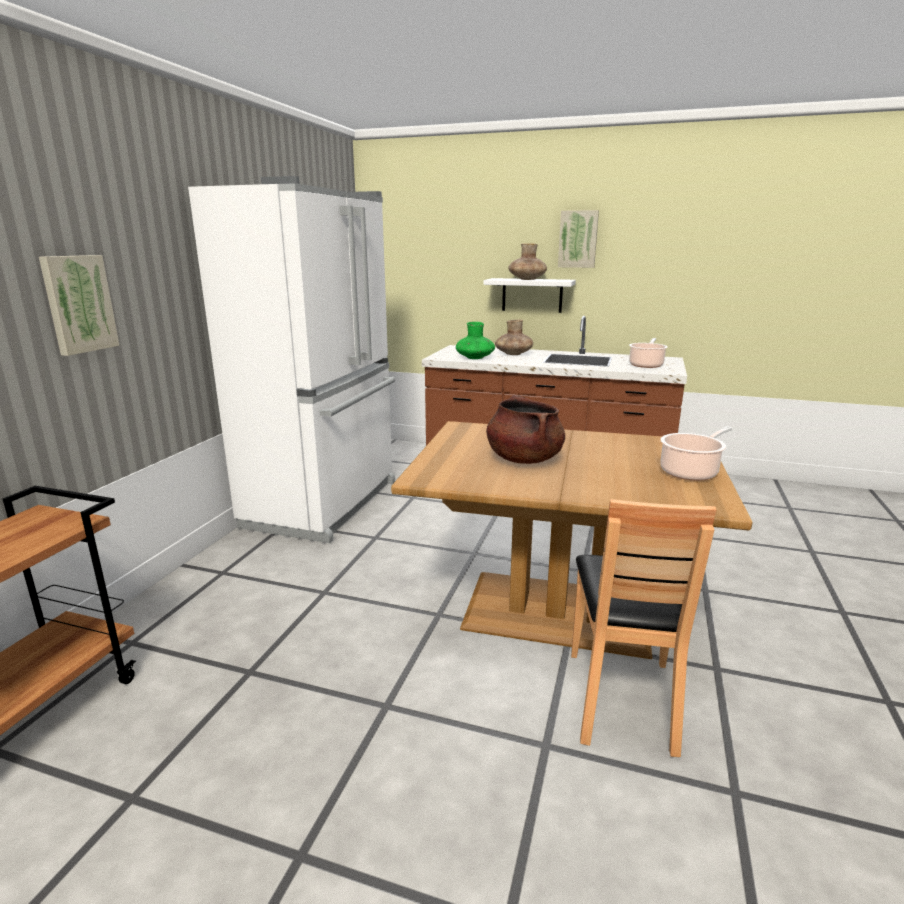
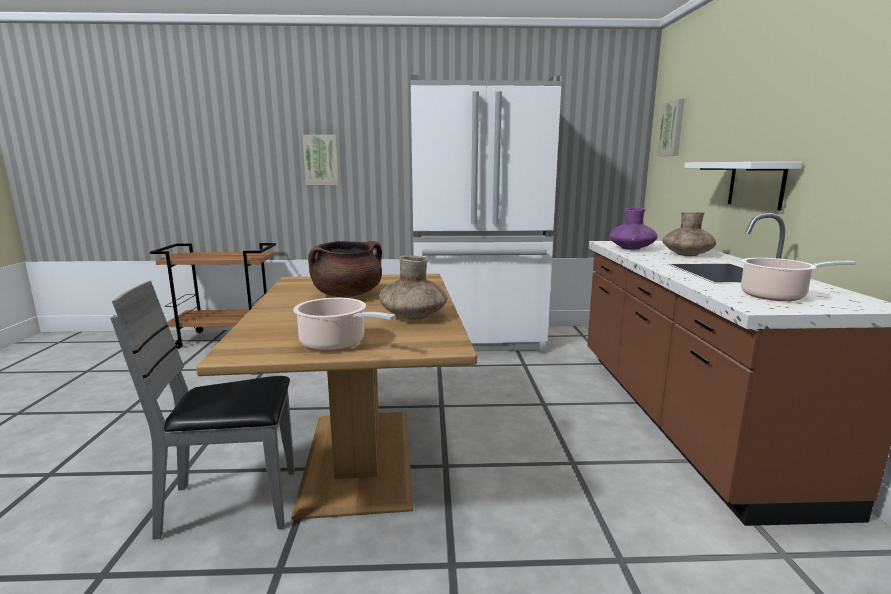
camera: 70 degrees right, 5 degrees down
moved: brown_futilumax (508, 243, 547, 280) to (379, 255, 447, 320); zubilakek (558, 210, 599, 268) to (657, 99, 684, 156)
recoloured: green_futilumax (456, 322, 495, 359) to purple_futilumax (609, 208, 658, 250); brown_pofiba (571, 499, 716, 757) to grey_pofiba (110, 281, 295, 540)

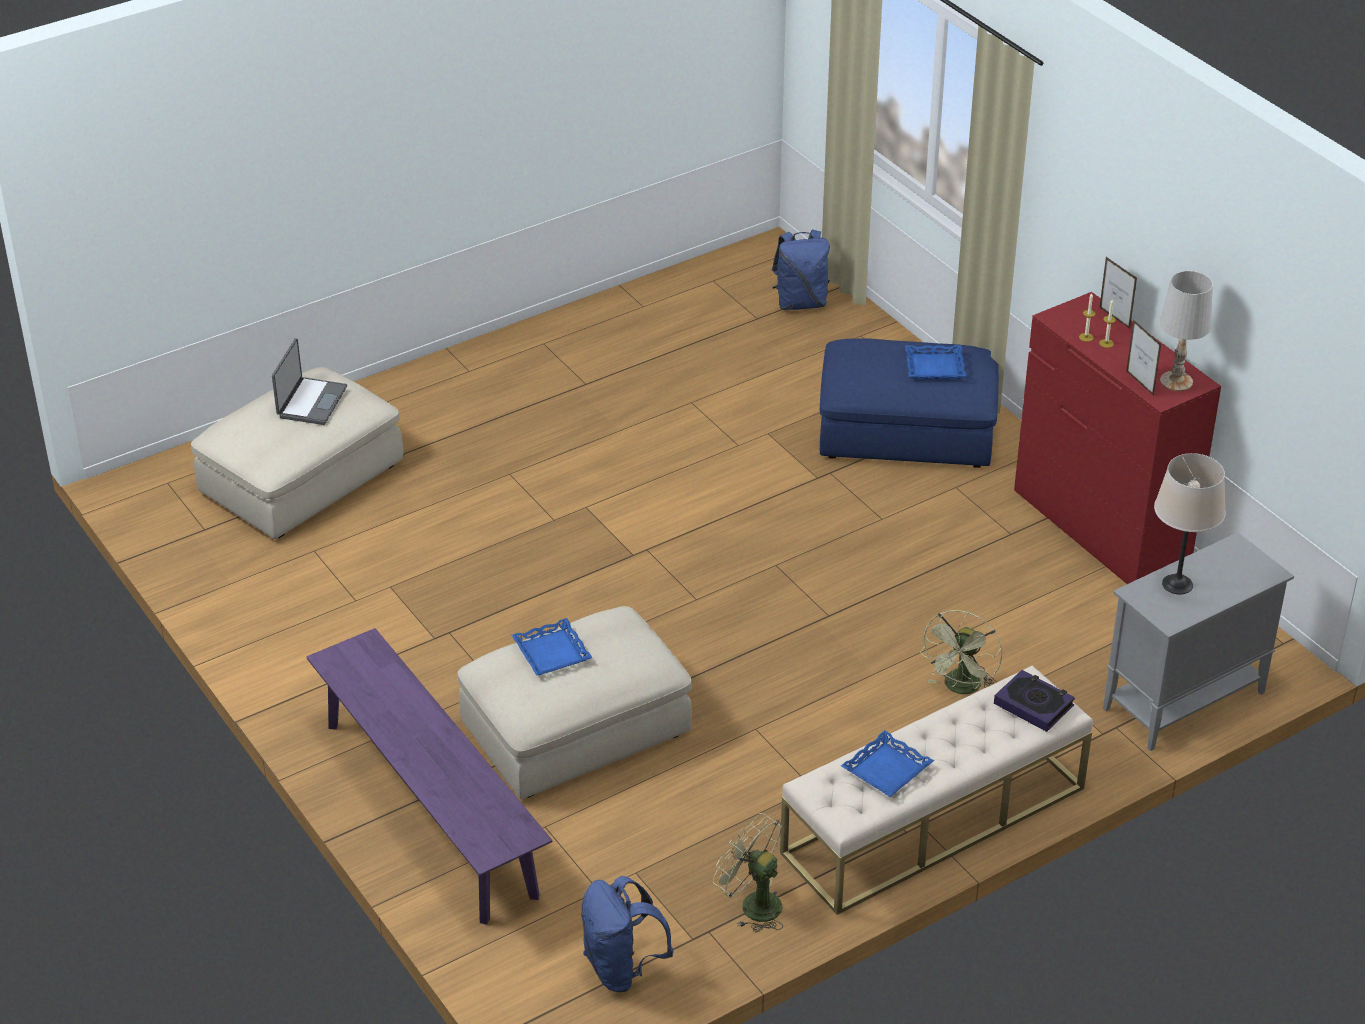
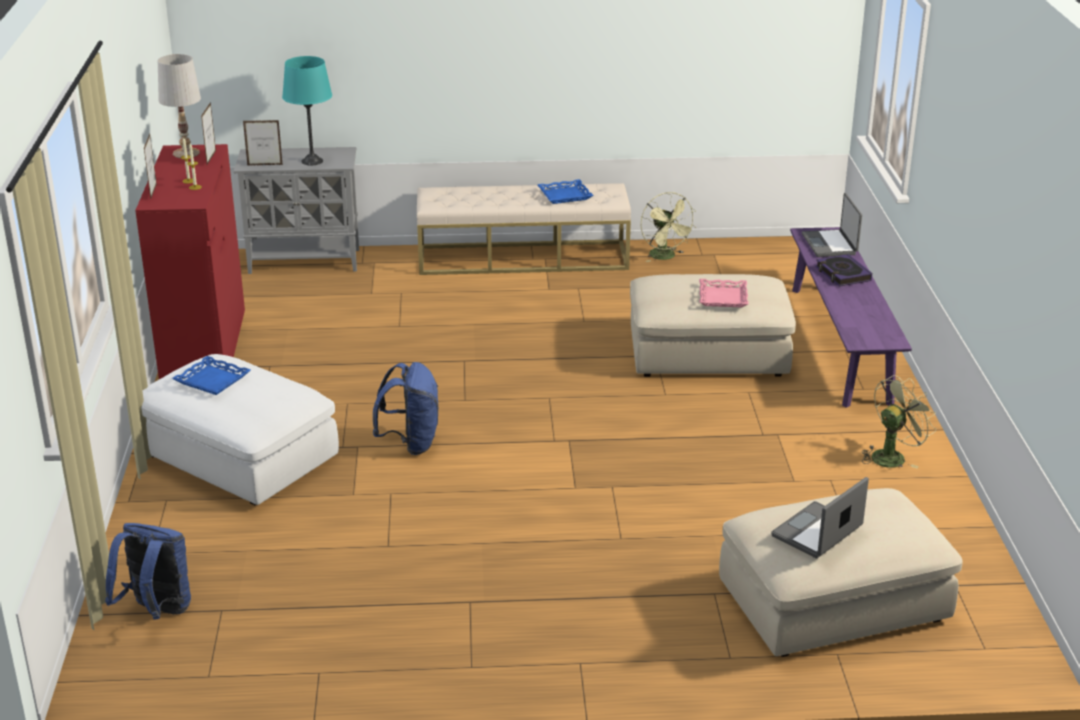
camera: 150 degrees left, 10 degrees down
added: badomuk (243, 120, 283, 166); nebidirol (802, 193, 862, 257)
moved: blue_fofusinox (581, 876, 673, 992) to (373, 362, 438, 455); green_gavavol (920, 610, 1002, 694) to (862, 375, 936, 468); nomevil (994, 670, 1075, 732) to (816, 254, 872, 286)
recoloured: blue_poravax (511, 618, 593, 676) to pink_poravax (699, 279, 749, 308); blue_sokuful (820, 338, 999, 468) to white_sokuful (141, 354, 339, 505); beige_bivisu (1154, 453, 1226, 594) to turquoise_bivisu (282, 56, 332, 165)

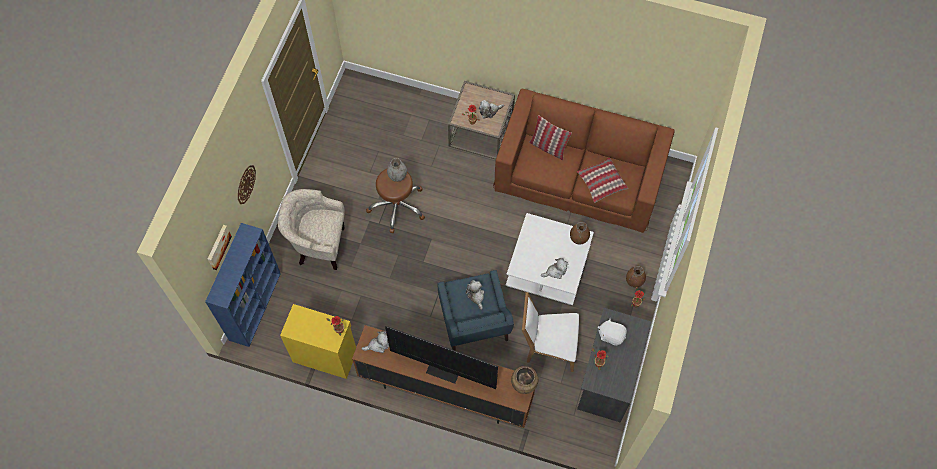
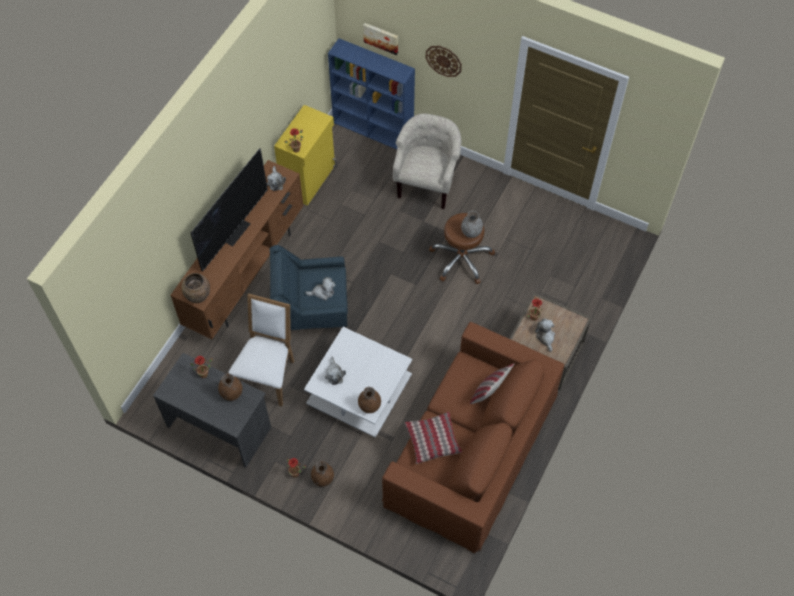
camera: 100 degrees right, 5 degrees down
replaced: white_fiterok (598, 319, 627, 346) to brown_futilumax (218, 373, 242, 401)

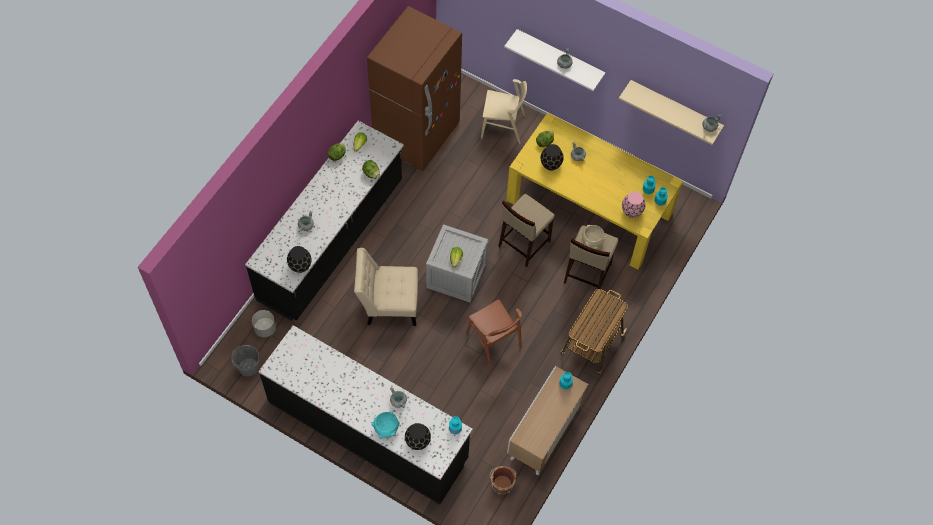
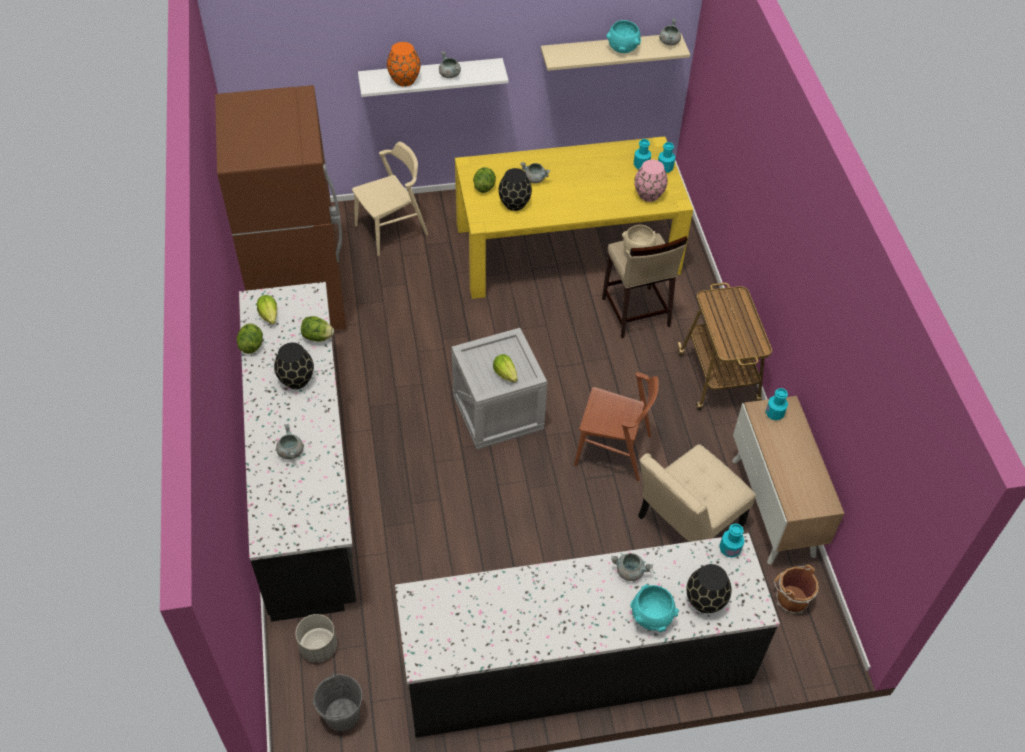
camera: 40 degrees left, 10 degrees down
removed: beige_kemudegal (498, 194, 555, 267)
added: orange_futilumax (387, 42, 420, 86); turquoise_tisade (606, 20, 641, 53)
moved: black_futilumax (287, 246, 311, 273) to (274, 343, 314, 389); beige_pofiba (354, 248, 418, 326) to (638, 444, 756, 542)

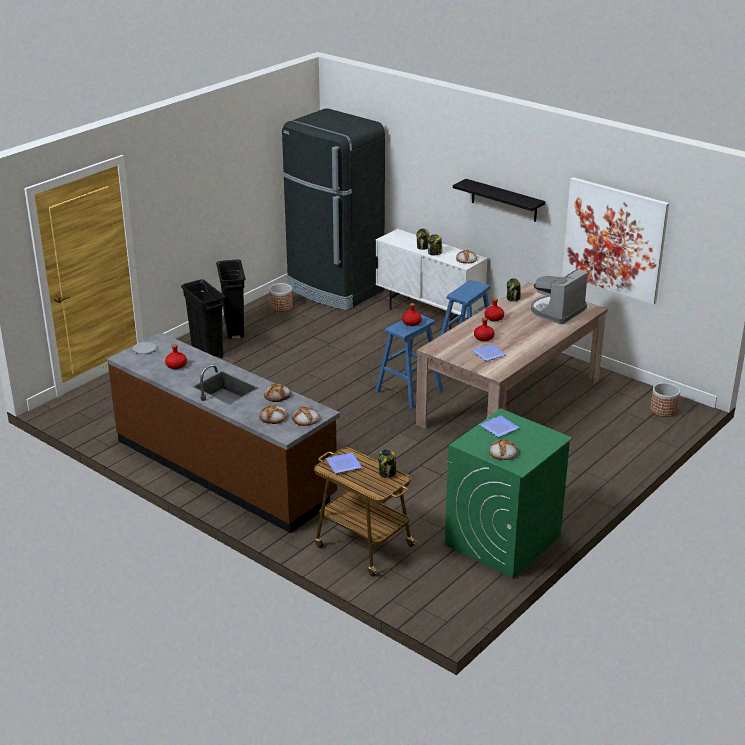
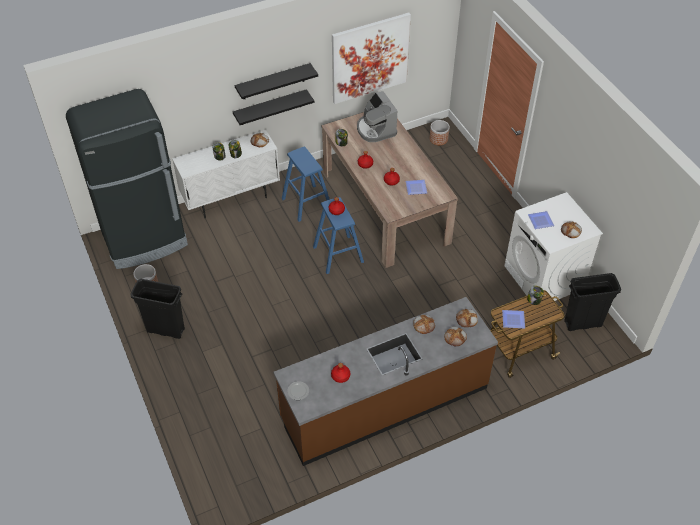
camera: 65 degrees left, 20 degrees up
added: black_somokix (233, 89, 314, 125)
moved: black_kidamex (181, 280, 225, 359) to (564, 273, 621, 331)
recoloured: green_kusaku (445, 409, 573, 578) to white_kusaku (504, 192, 603, 301)

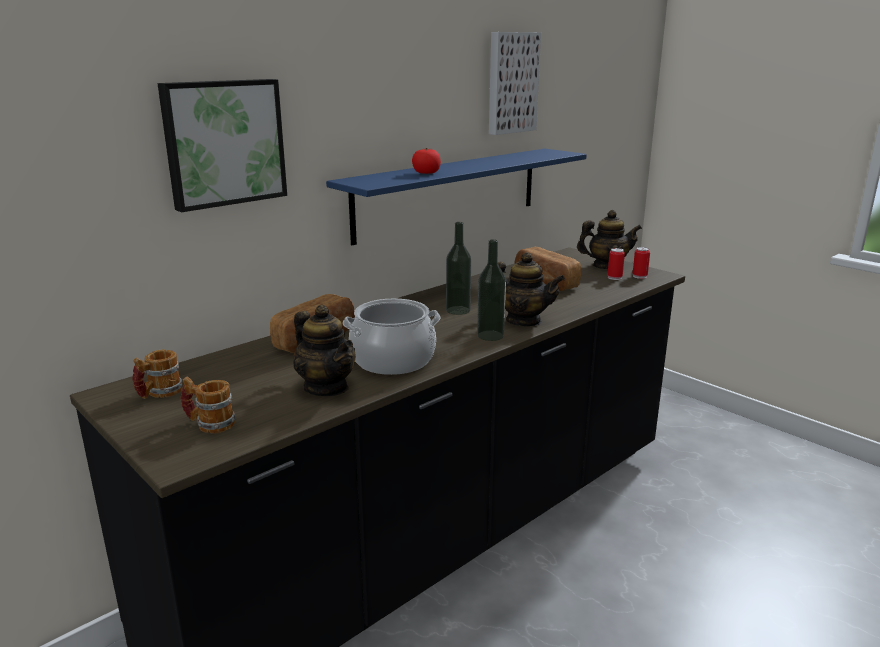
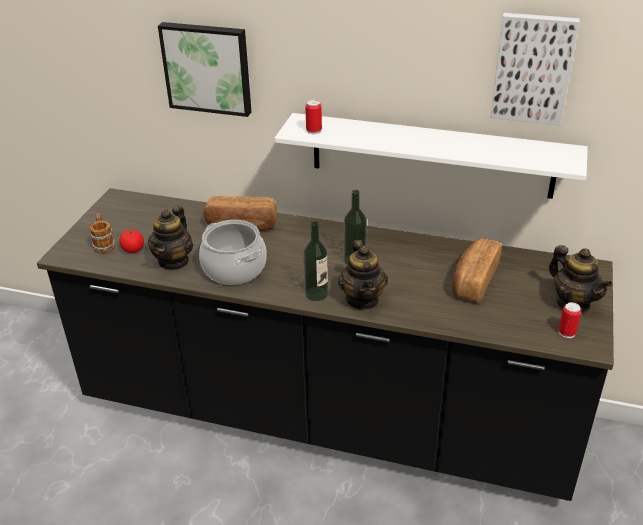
camera: 60 degrees right, 15 degrees up
removed: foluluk (133, 349, 182, 399)
moved: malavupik (412, 148, 441, 174) to (119, 230, 144, 253); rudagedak (608, 248, 625, 280) to (305, 100, 322, 134)
recoloured: blue_somokix (326, 149, 587, 245) to white_somokix (275, 113, 588, 199)

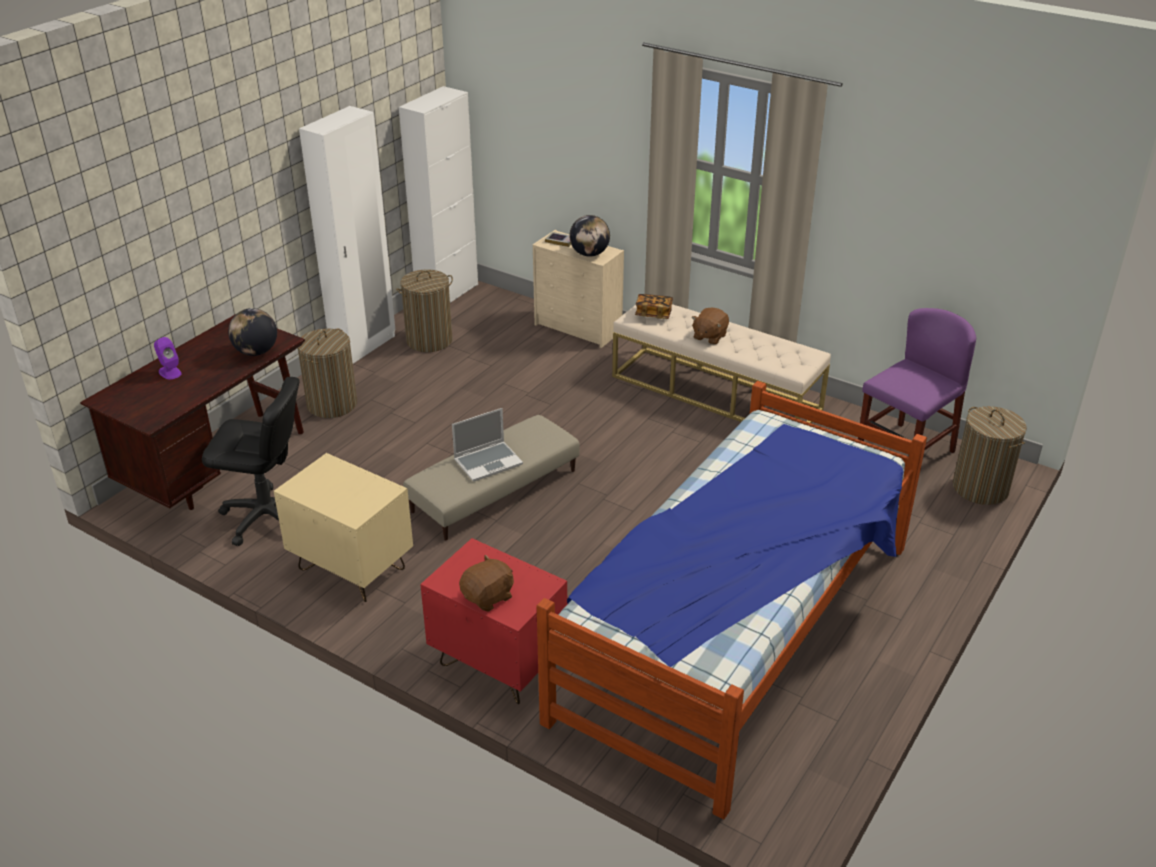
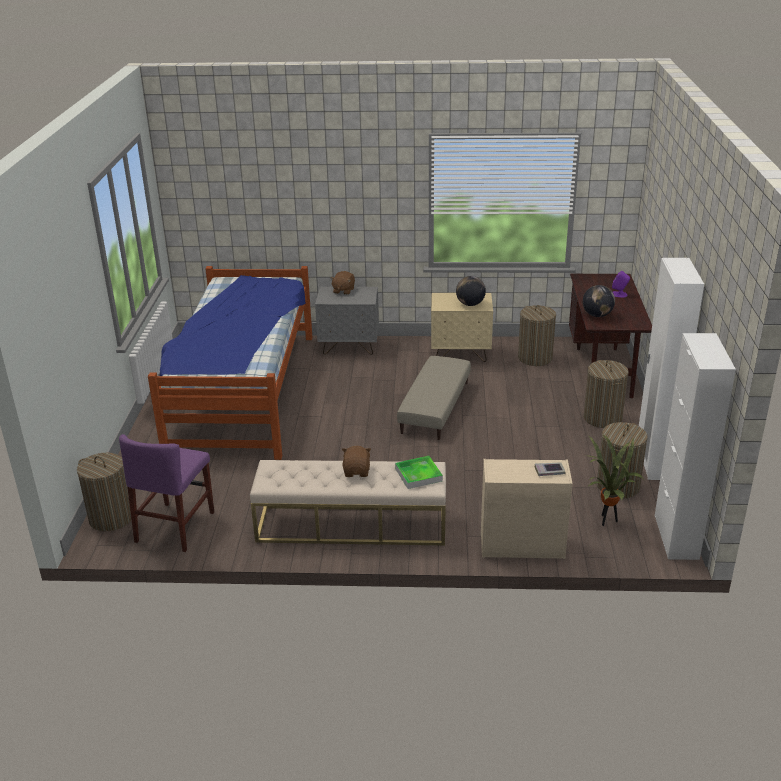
camera: 150 degrees right, 5 degrees down
removed: nebidirol (452, 408, 523, 482)
added: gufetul (589, 434, 644, 526)
moved: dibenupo (569, 215, 610, 257) to (456, 276, 486, 306)
replaced: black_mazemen (202, 377, 300, 546) to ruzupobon (518, 305, 556, 366); nomevil (635, 294, 673, 319) to poravax (395, 456, 443, 489)
recoloured: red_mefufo (420, 538, 567, 704) to grey_mefufo (315, 287, 379, 355)

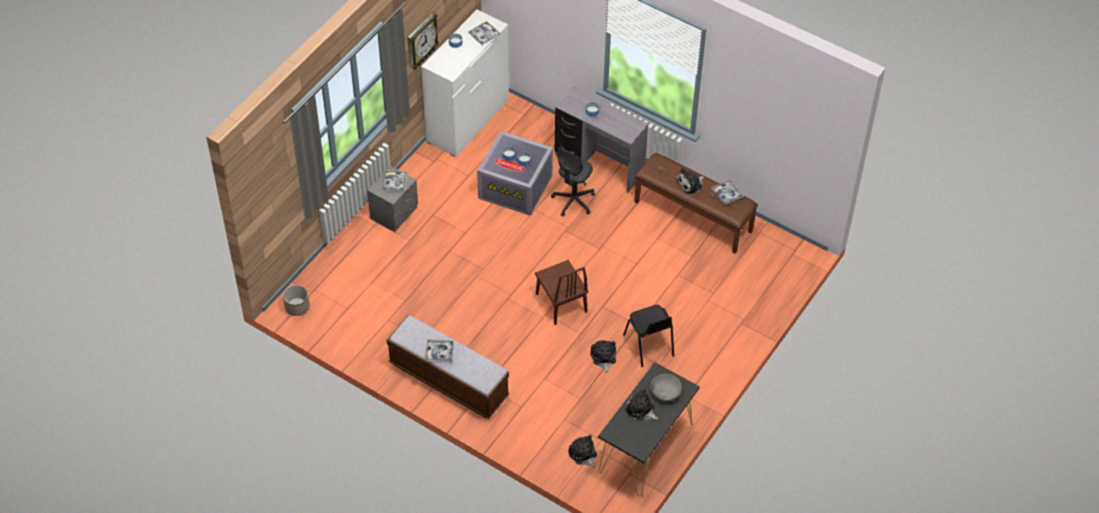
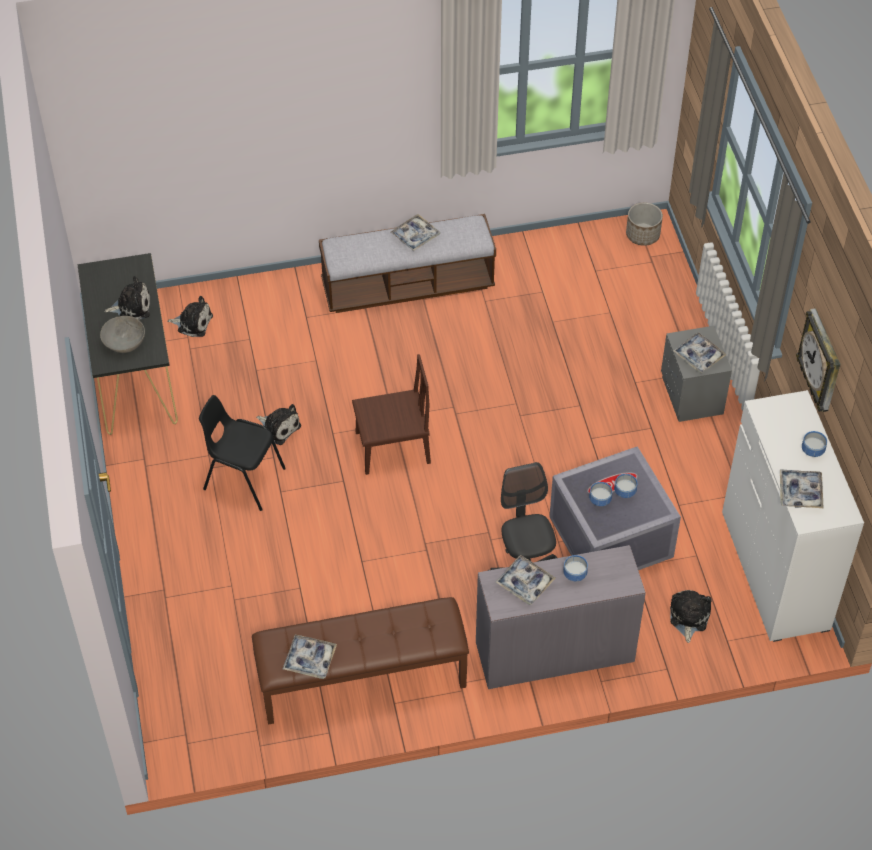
camera: 135 degrees right, 0 degrees up
added: poravax (496, 555, 555, 605)
moved: fiterok (676, 167, 705, 195) to (670, 590, 712, 643)
turned: brown_pofiba (535, 260, 588, 325) = (352, 354, 431, 475) 150 degrees clockwise

